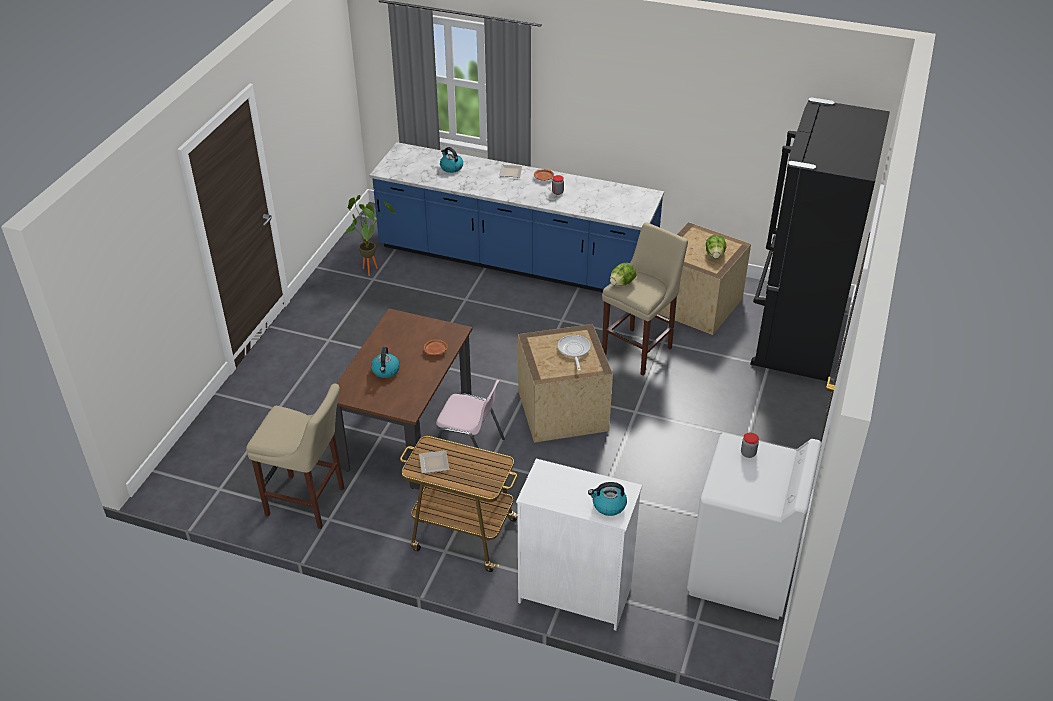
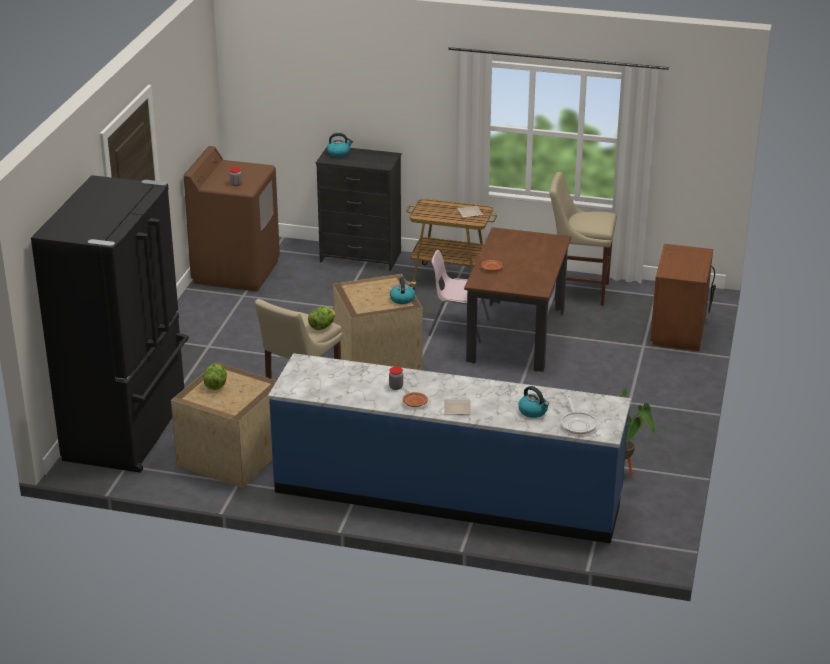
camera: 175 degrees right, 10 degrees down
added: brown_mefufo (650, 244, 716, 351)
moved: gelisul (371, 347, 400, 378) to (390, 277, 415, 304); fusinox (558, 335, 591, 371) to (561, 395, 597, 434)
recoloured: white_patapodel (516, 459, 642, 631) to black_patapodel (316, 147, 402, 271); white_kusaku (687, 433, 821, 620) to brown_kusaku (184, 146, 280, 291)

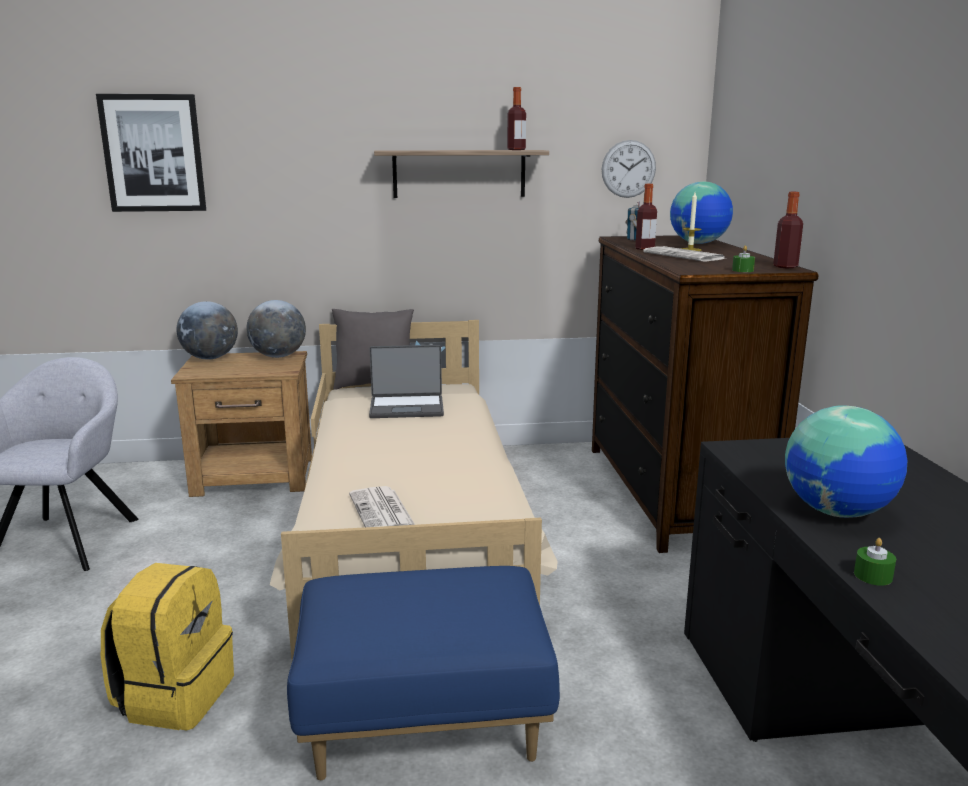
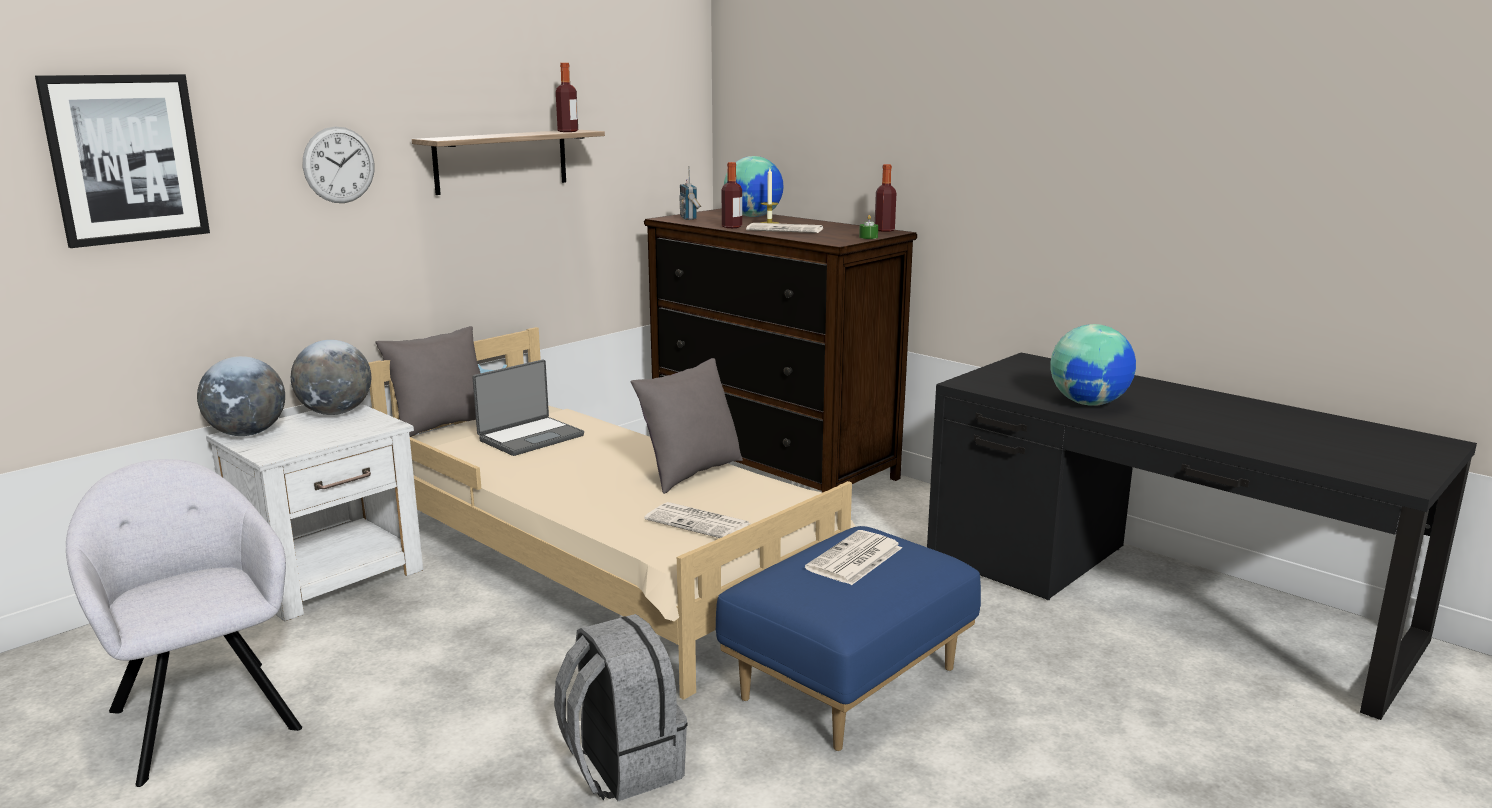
camera: 40 degrees left, 0 degrees up
removed: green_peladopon (854, 538, 896, 586)
added: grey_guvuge (630, 358, 743, 494); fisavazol (805, 530, 902, 585)
moved: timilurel (602, 140, 656, 198) to (303, 127, 374, 203)
recoloured: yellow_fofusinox (101, 563, 234, 731) to grey_fofusinox (554, 614, 688, 801); brown_mefufo (171, 351, 312, 497) to white_mefufo (206, 403, 423, 622)

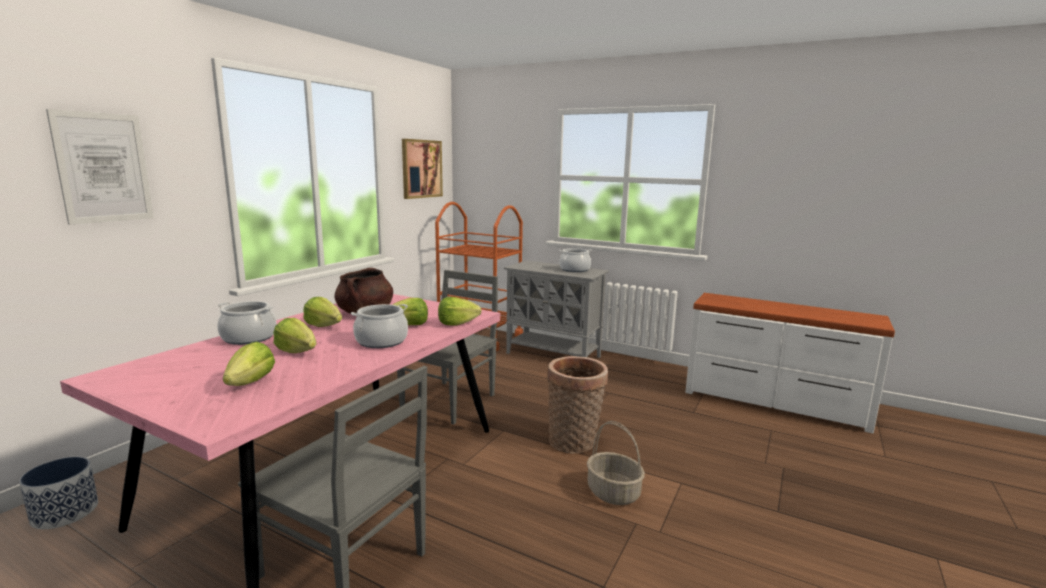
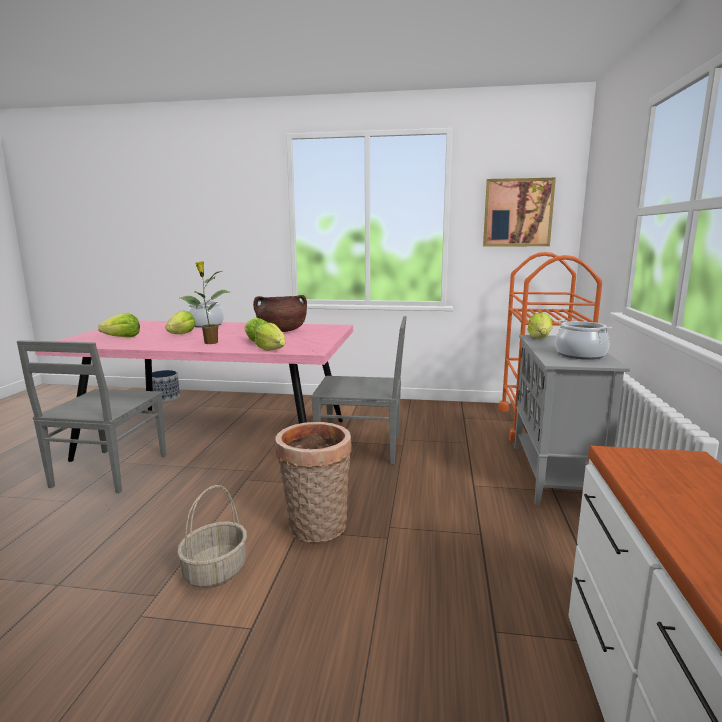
camera: 70 degrees right, 0 degrees up
removed: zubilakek (46, 109, 154, 225)
moved: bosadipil (303, 297, 342, 327) to (527, 312, 553, 338)
replaced: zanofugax (351, 304, 408, 348) to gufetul (180, 261, 229, 344)

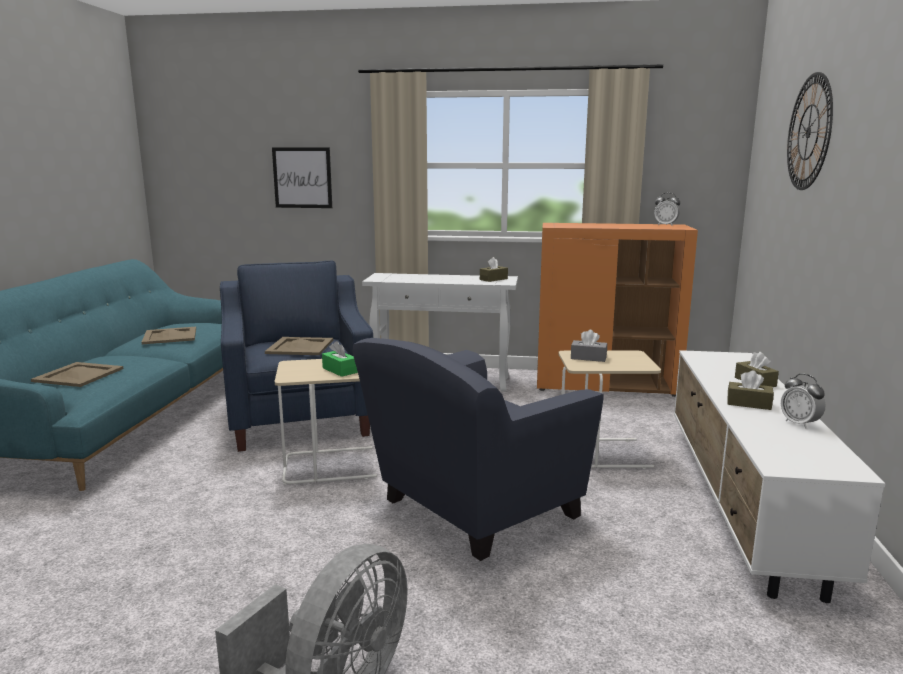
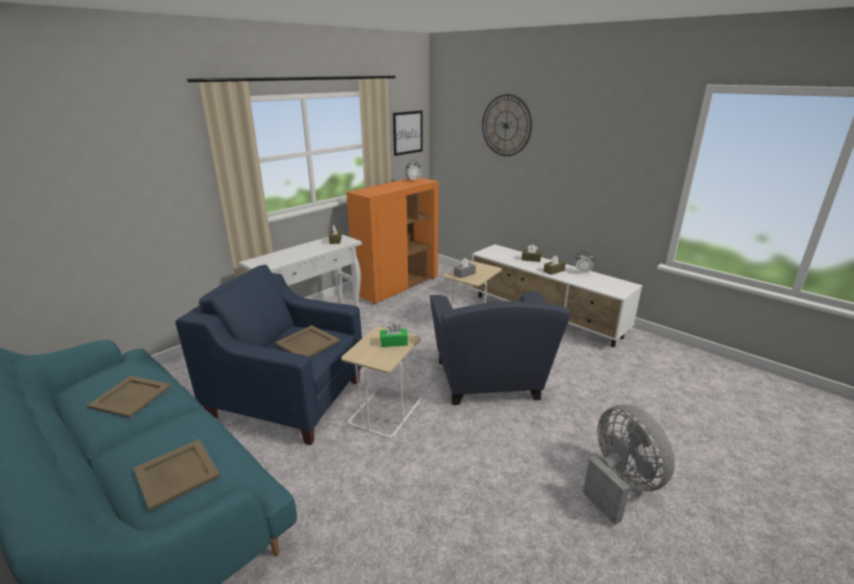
camera: 55 degrees left, 10 degrees up
moved: zubilakek (272, 147, 332, 208) to (393, 111, 423, 156)

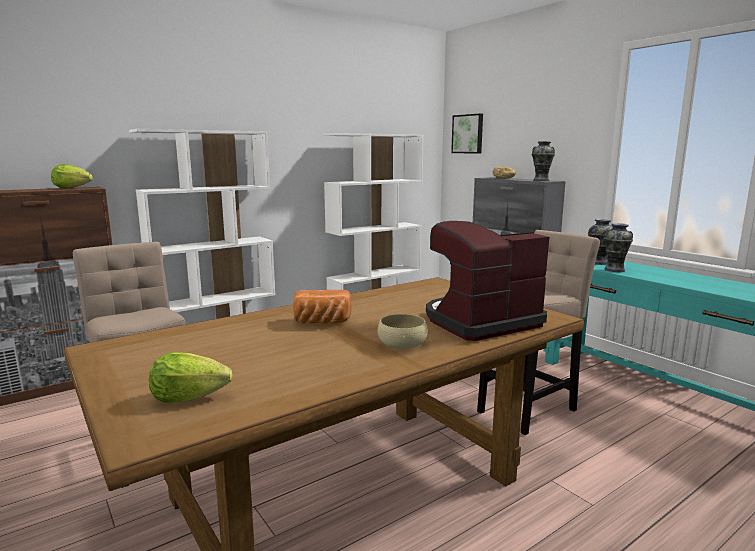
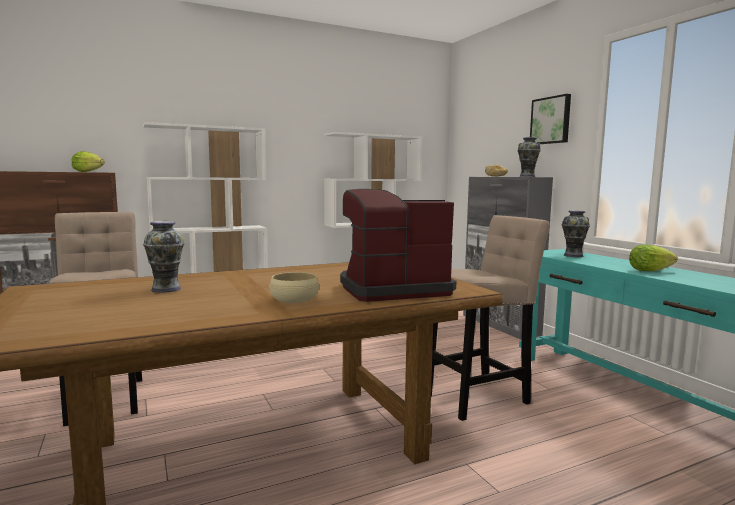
camera: 10 degrees right, 5 degrees down
removed: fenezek (293, 290, 352, 324)
moved: bosadipil (149, 352, 232, 403) to (629, 244, 678, 271); zubilakek (451, 113, 483, 153) to (530, 94, 571, 144); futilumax (603, 223, 633, 272) to (143, 221, 184, 293)

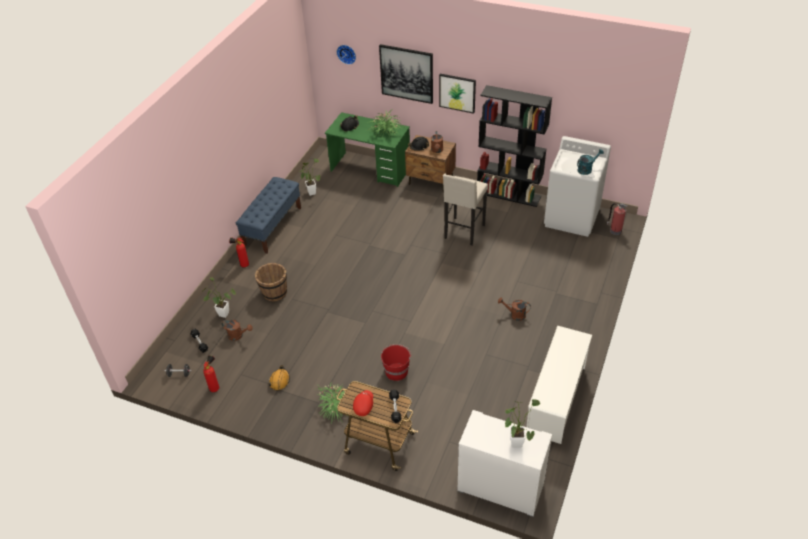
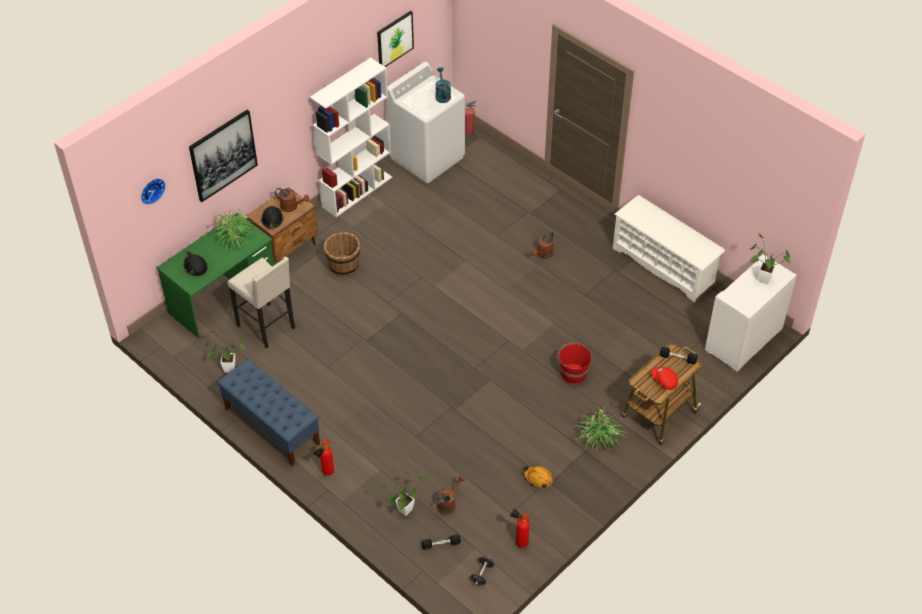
camera: 70 degrees left, 5 degrees up
moved: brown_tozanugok (255, 263, 287, 301) to (324, 232, 360, 277); zubilakek (439, 74, 476, 114) to (377, 11, 414, 67); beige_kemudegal (443, 174, 488, 246) to (227, 257, 295, 348)
recoloured: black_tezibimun (477, 85, 552, 207) to white_tezibimun (310, 57, 392, 217)

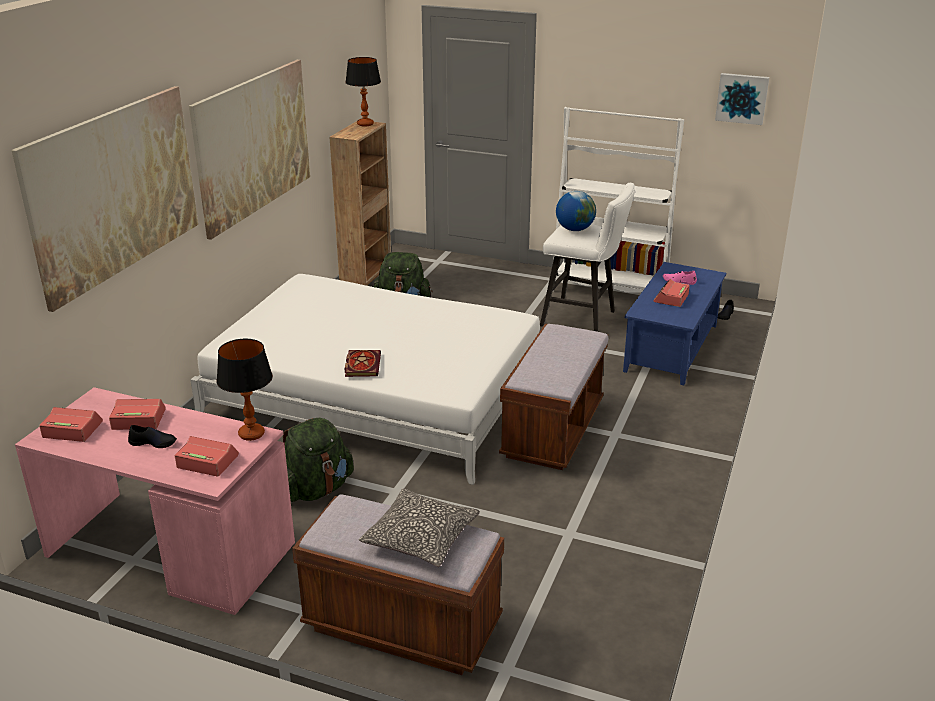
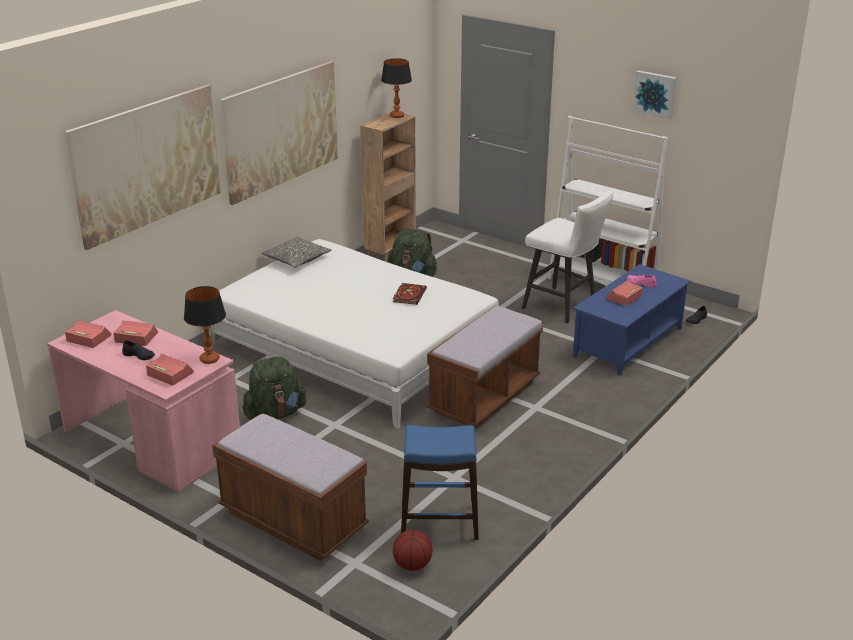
camera: 15 degrees right, 0 degrees up
removed: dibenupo (556, 191, 596, 231)
added: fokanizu (393, 530, 433, 571); blue_kemudegal (401, 425, 479, 540)
moved: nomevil (344, 350, 381, 377) to (393, 283, 427, 305); guvuge (359, 488, 480, 567) to (261, 237, 332, 268); zubilakek (715, 73, 769, 125) to (632, 70, 677, 120)

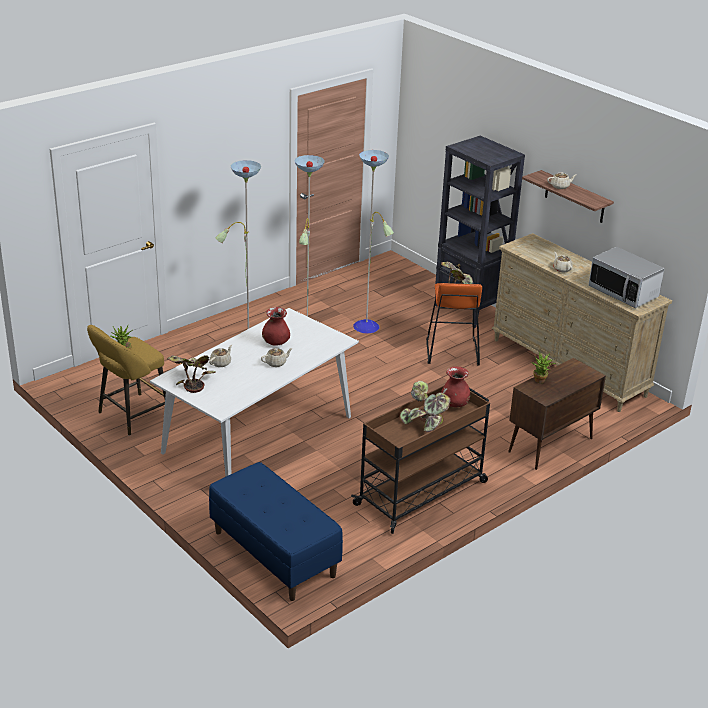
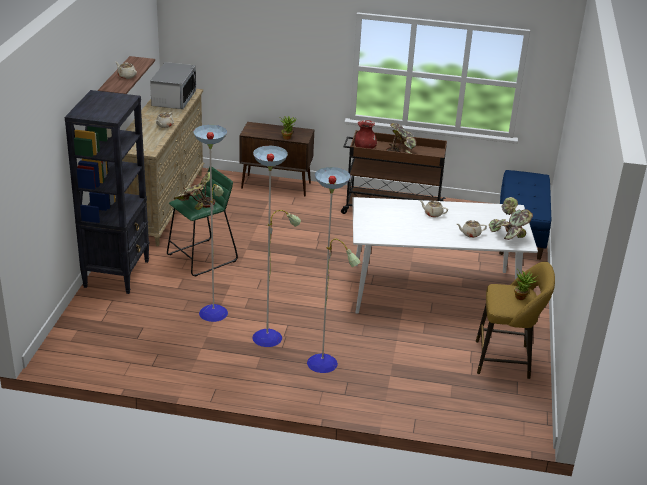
camera: 130 degrees left, 0 degrees up
removed: red_futilumax (262, 307, 290, 346)
recoloured: orange_kemudegal (426, 283, 482, 366) to green_kemudegal (167, 166, 238, 277)

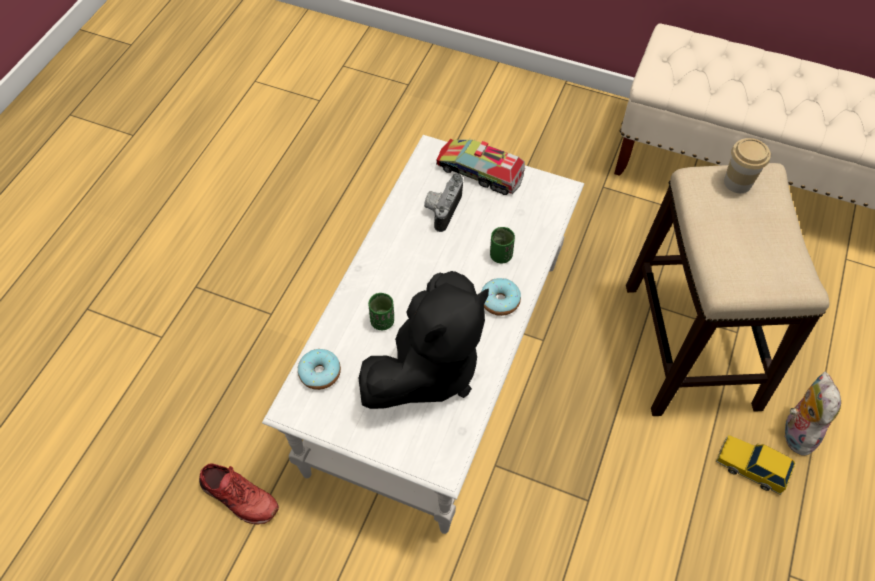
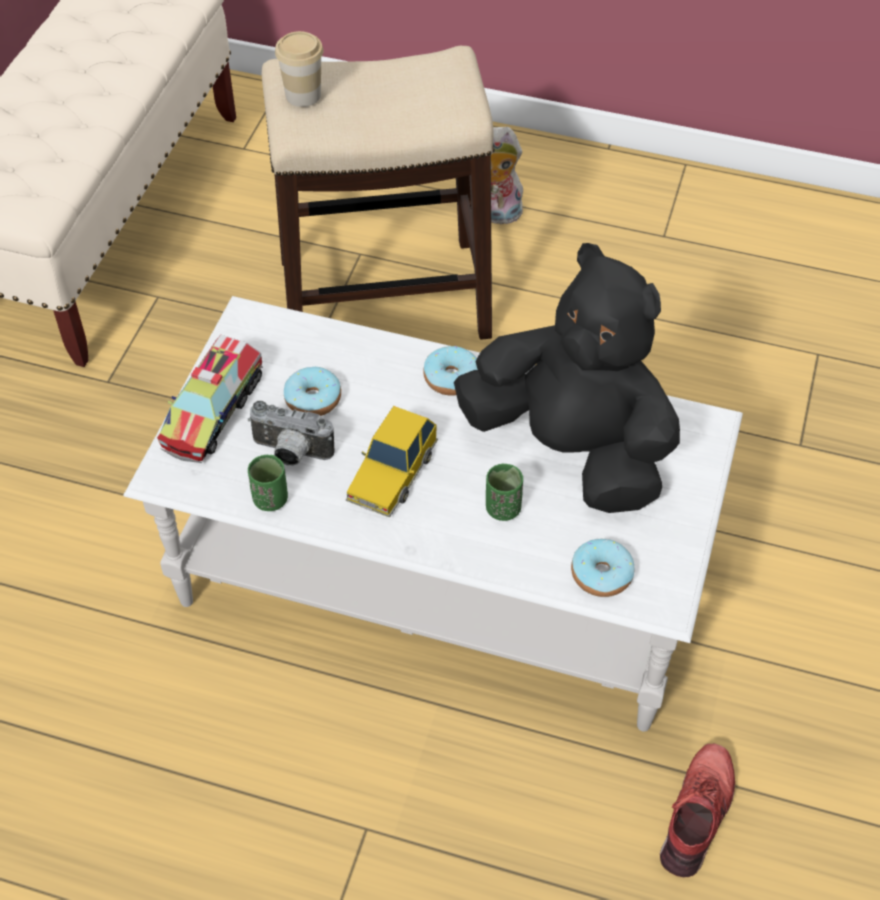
camera: 95 degrees left, 5 degrees down
added: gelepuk (284, 367, 341, 416)
moved: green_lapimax (490, 227, 515, 264) to (248, 455, 288, 511); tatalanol (716, 435, 795, 495) to (346, 406, 438, 518)

